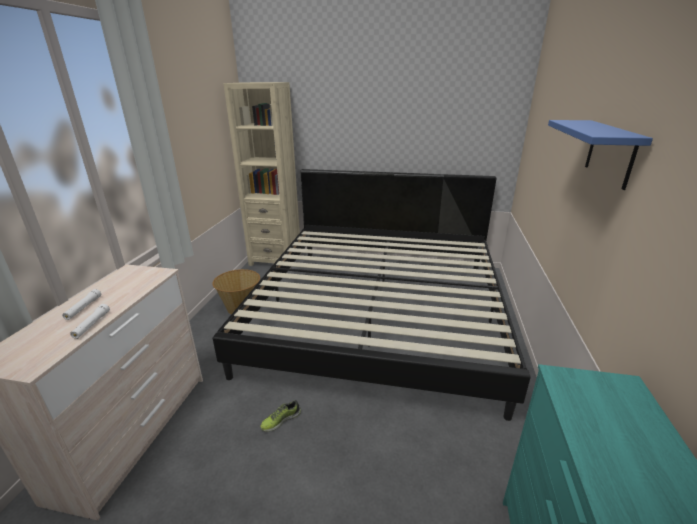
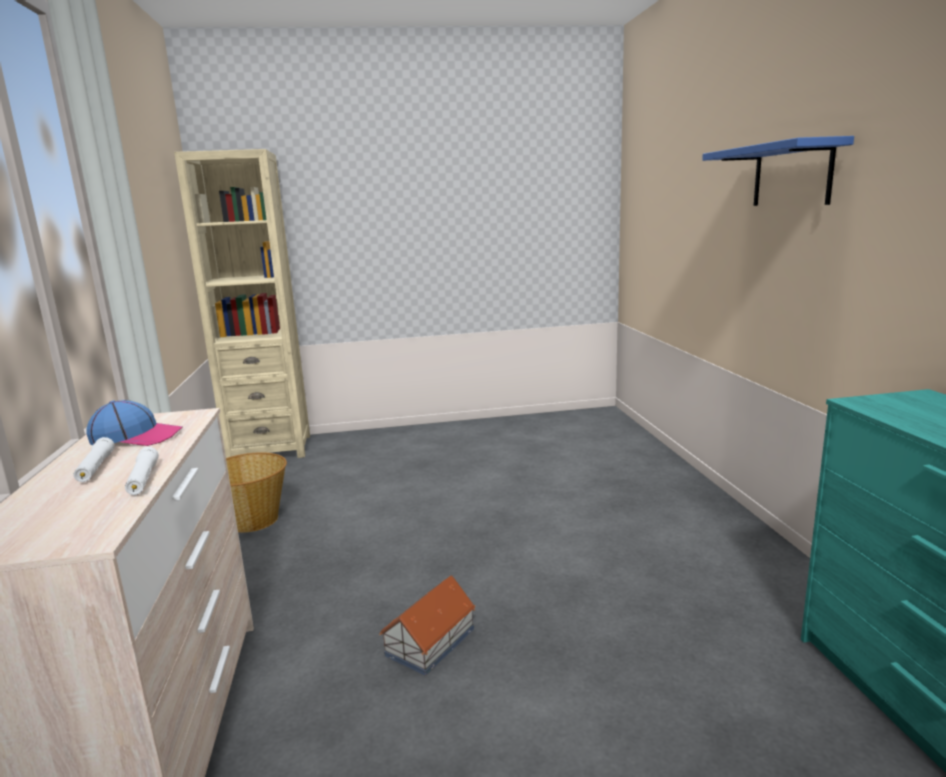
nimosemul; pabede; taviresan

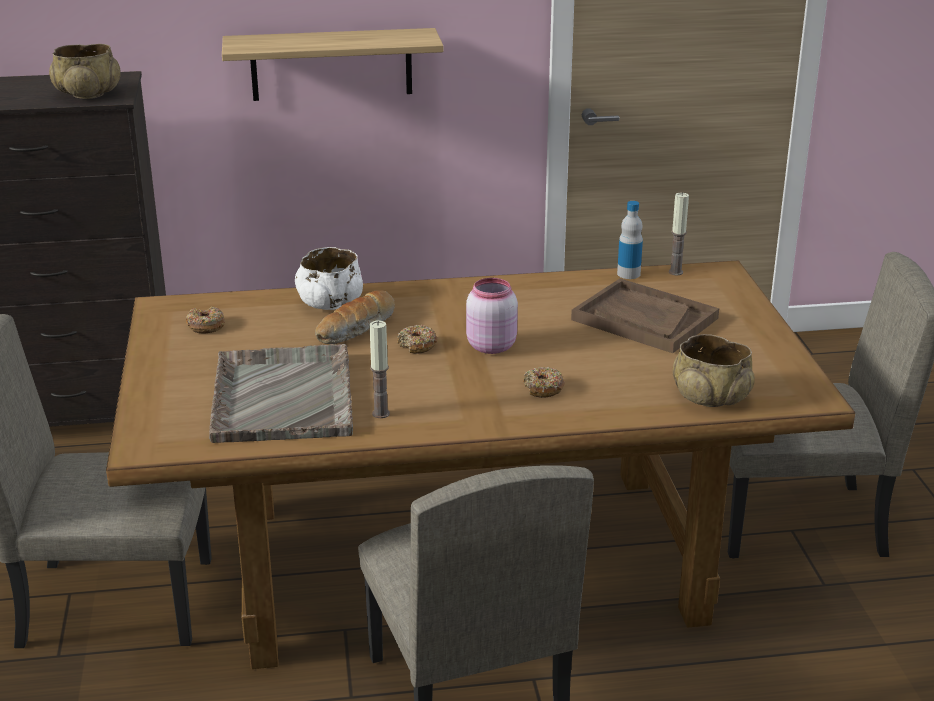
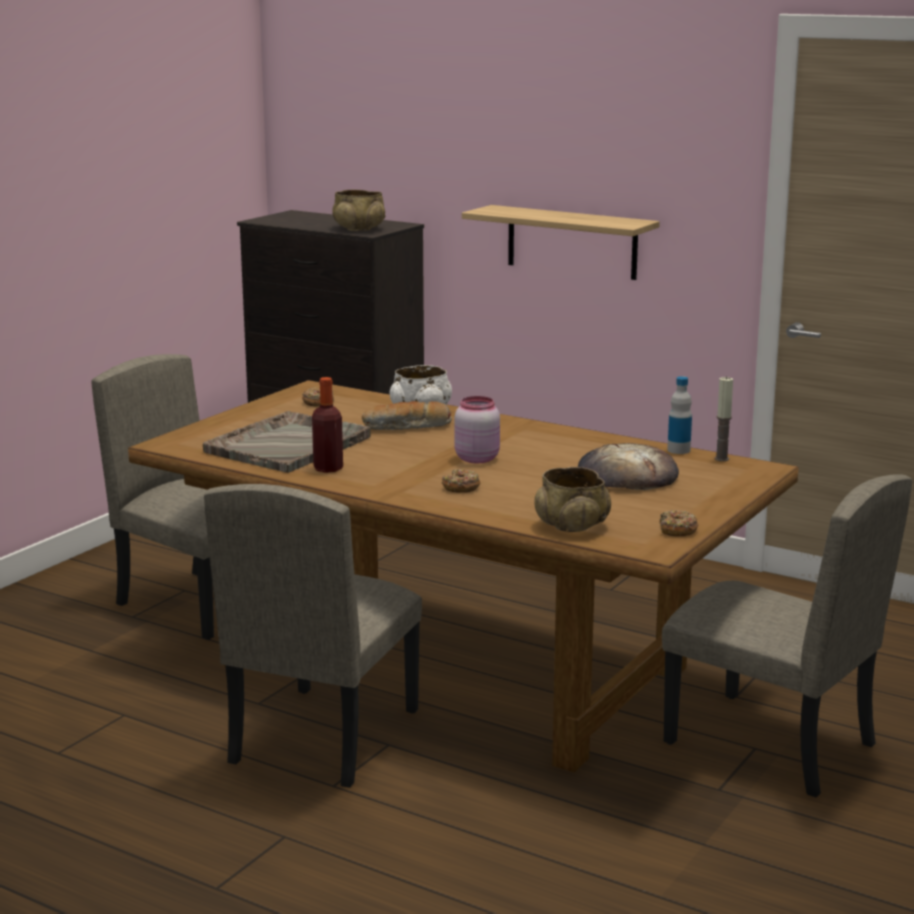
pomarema (no. 2 from left); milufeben (no. 1 from left); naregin (no. 3 from left)

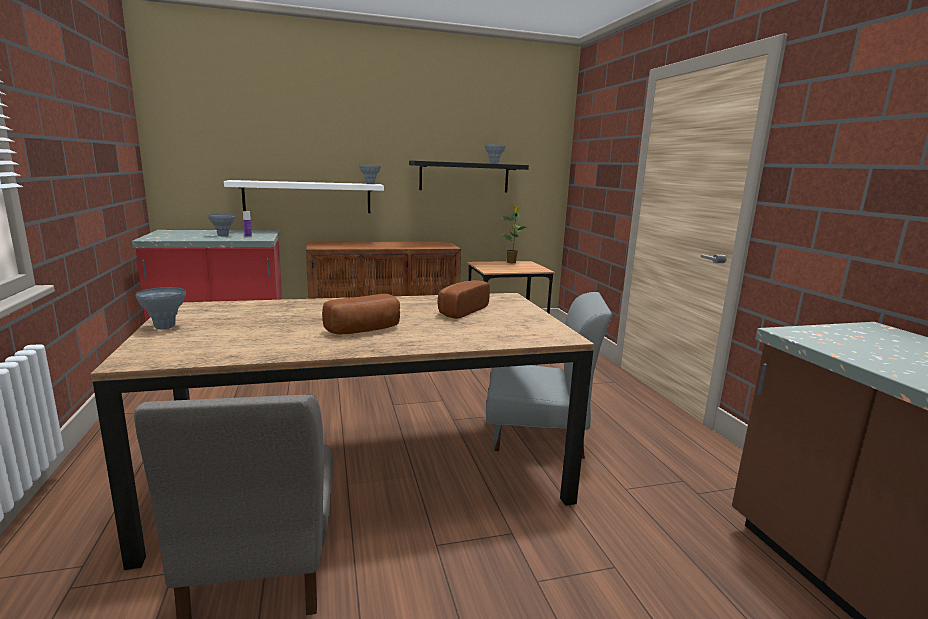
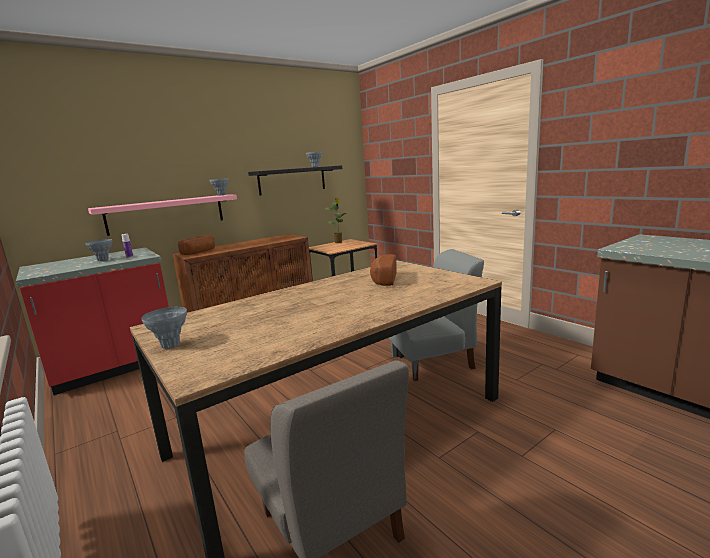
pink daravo; pomarema (no. 1 from left)

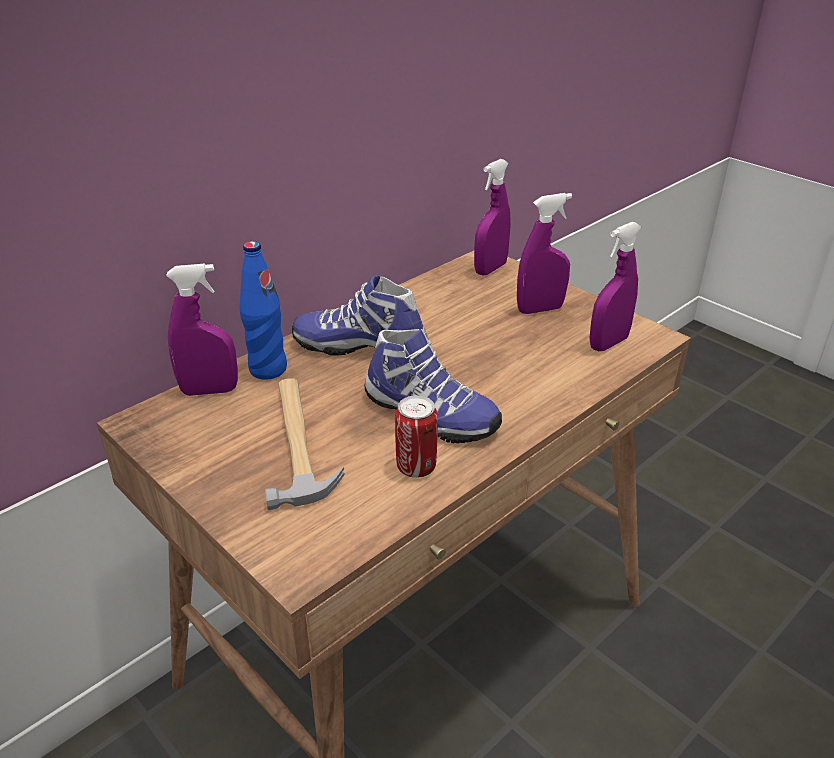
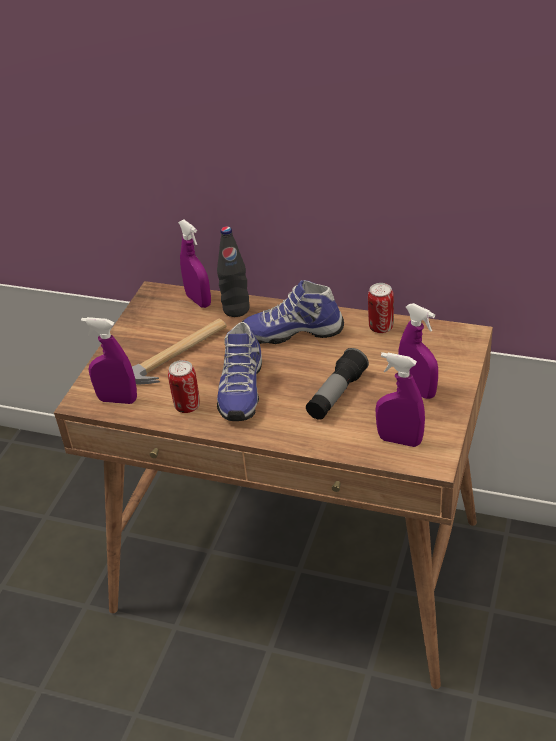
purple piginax (no. 1 from left); black milufeben; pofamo (no. 2 from left); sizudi (no. 2 from left); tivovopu

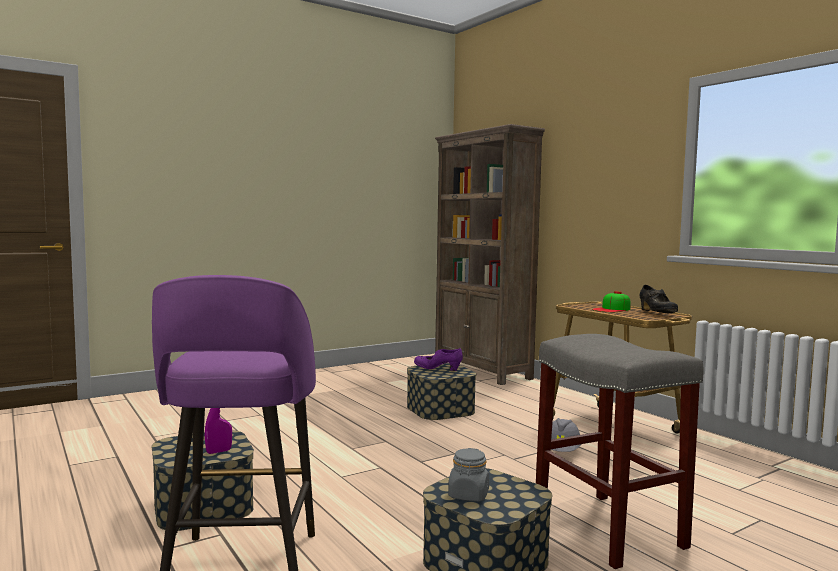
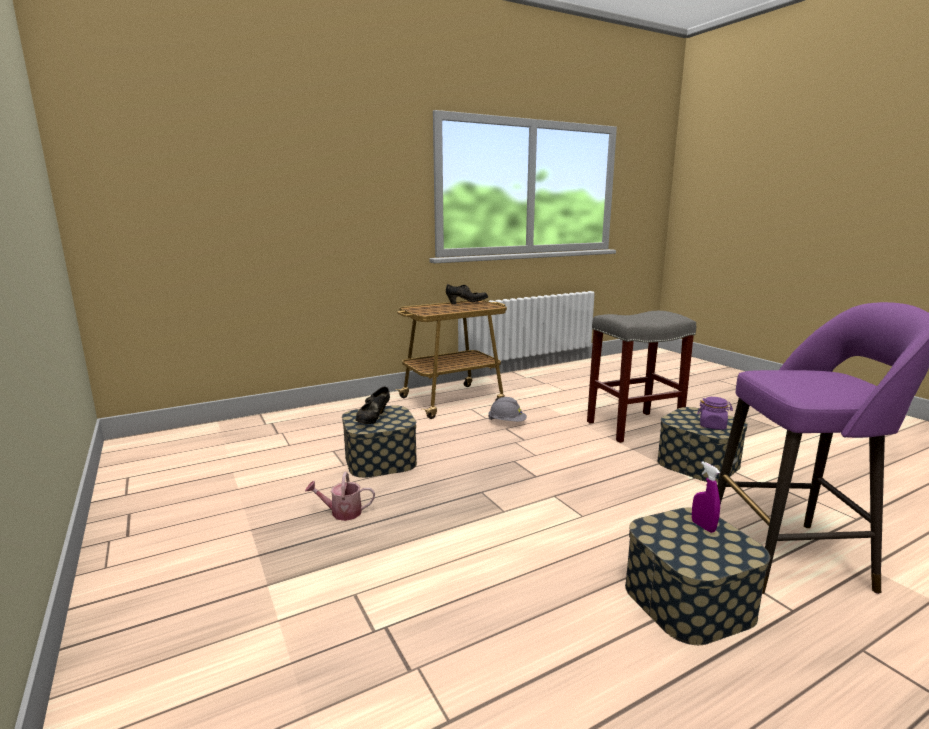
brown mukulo; taviresan; black pofamo (no. 1 from left); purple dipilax; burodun

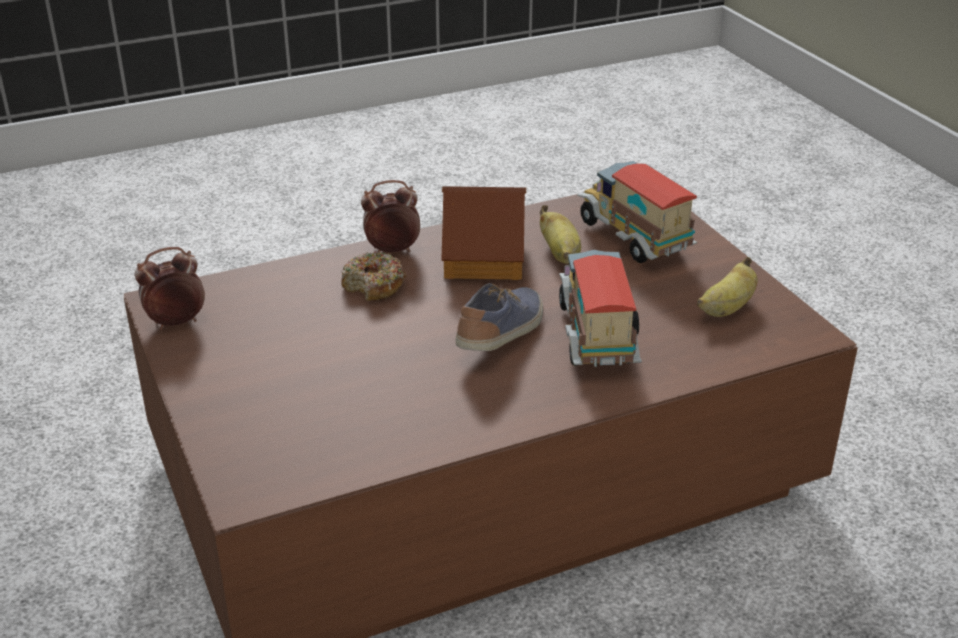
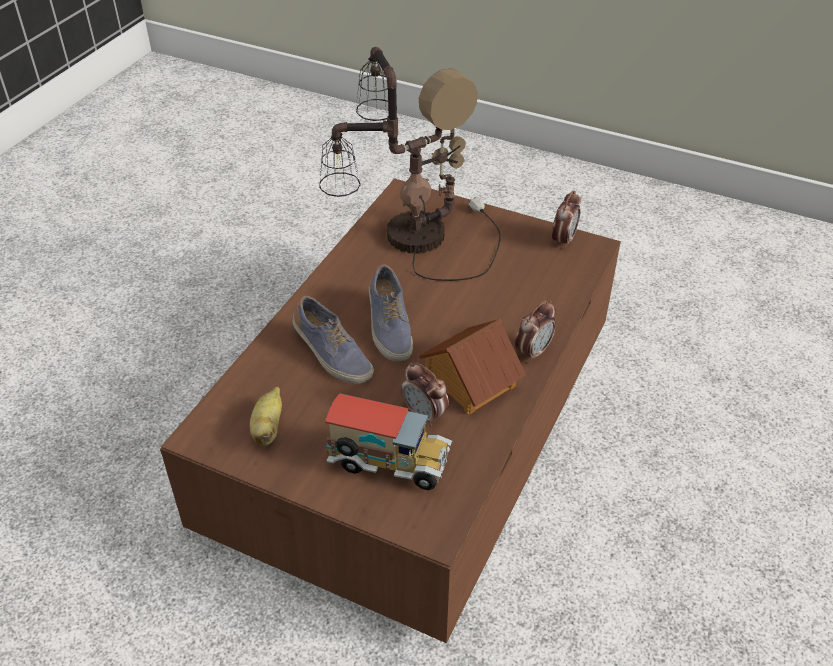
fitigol (no. 1 from left); pofamo (no. 1 from left); naregin; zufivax

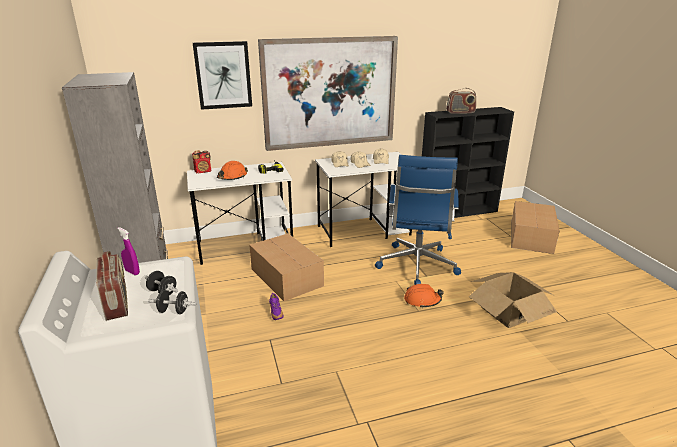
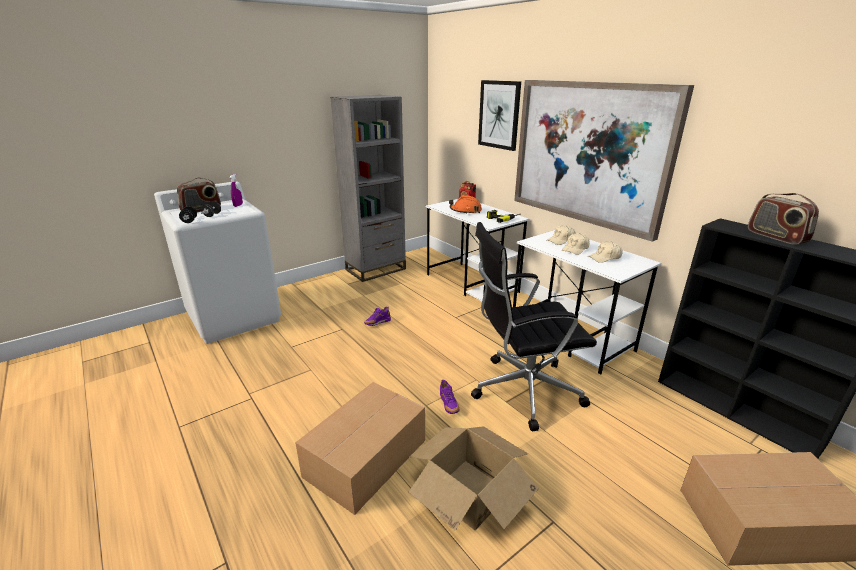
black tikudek; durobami (no. 1 from left); purple pofamo (no. 2 from left)

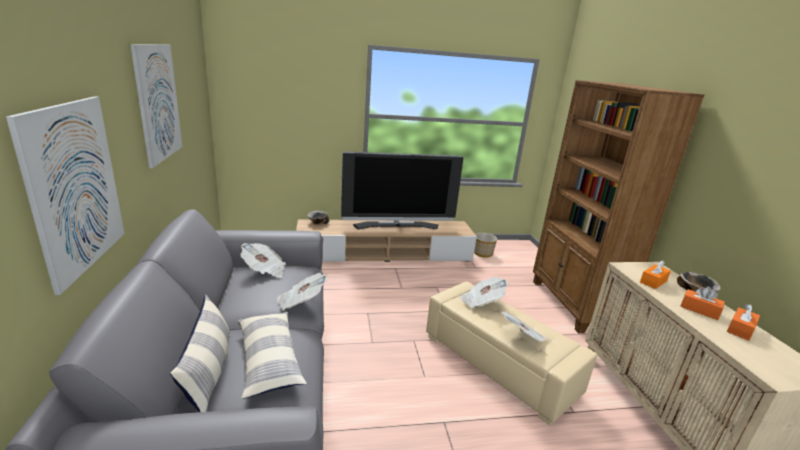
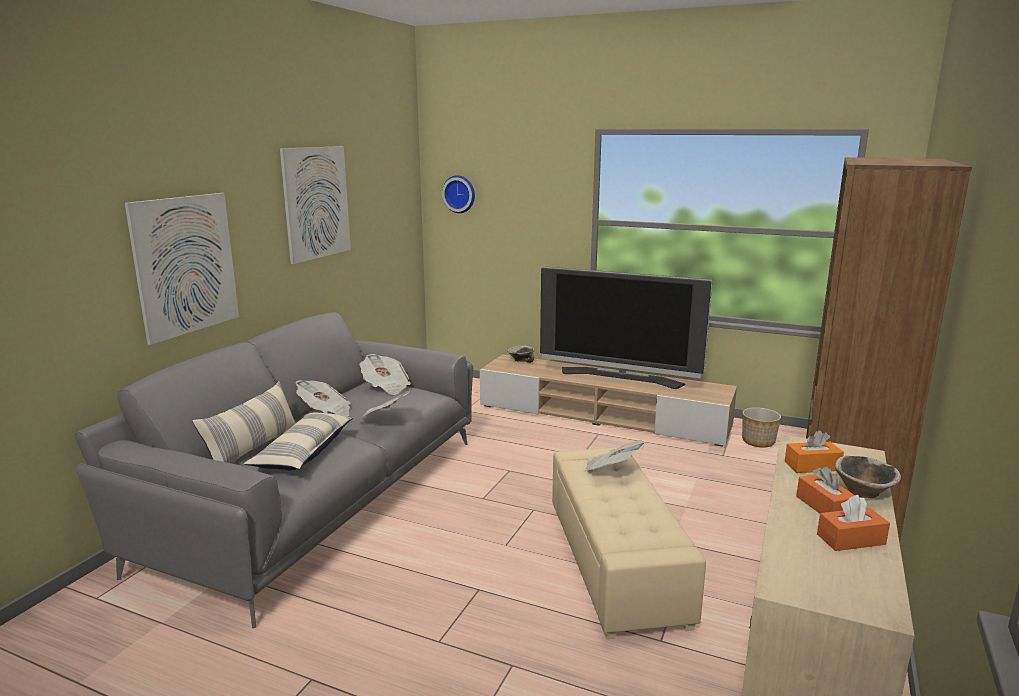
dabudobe (no. 1 from left); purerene

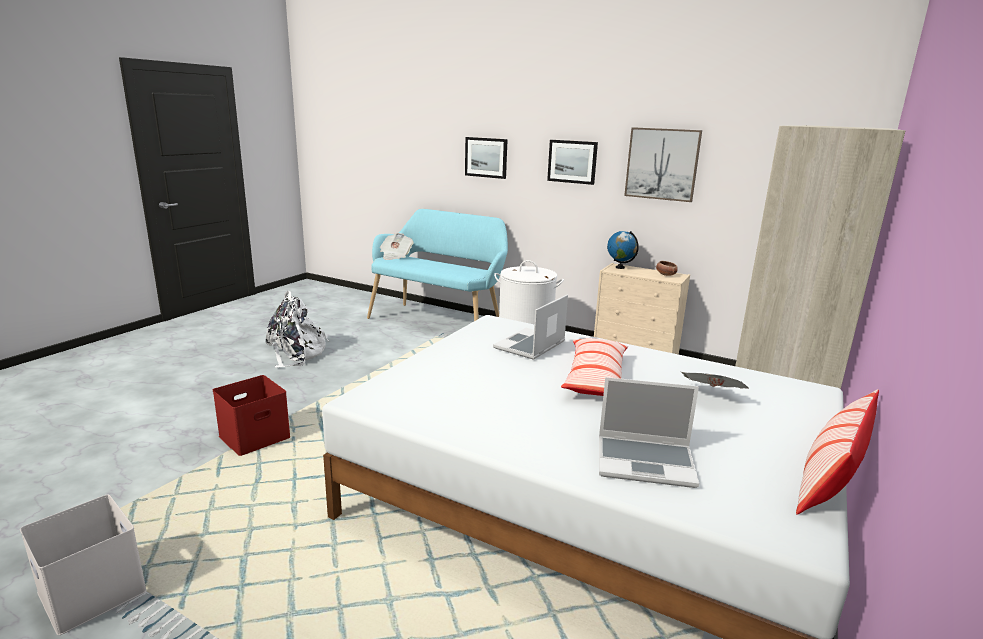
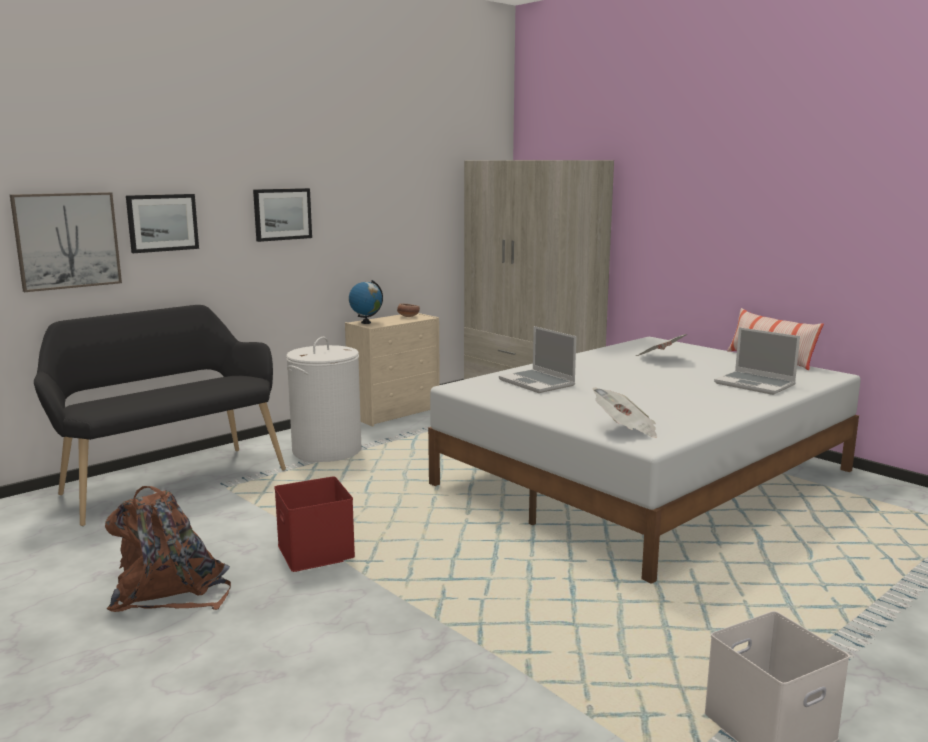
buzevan (no. 1 from left); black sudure; dabudobe (no. 1 from left); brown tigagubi; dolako (no. 1 from left in the first image); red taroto; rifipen (no. 2 from left)

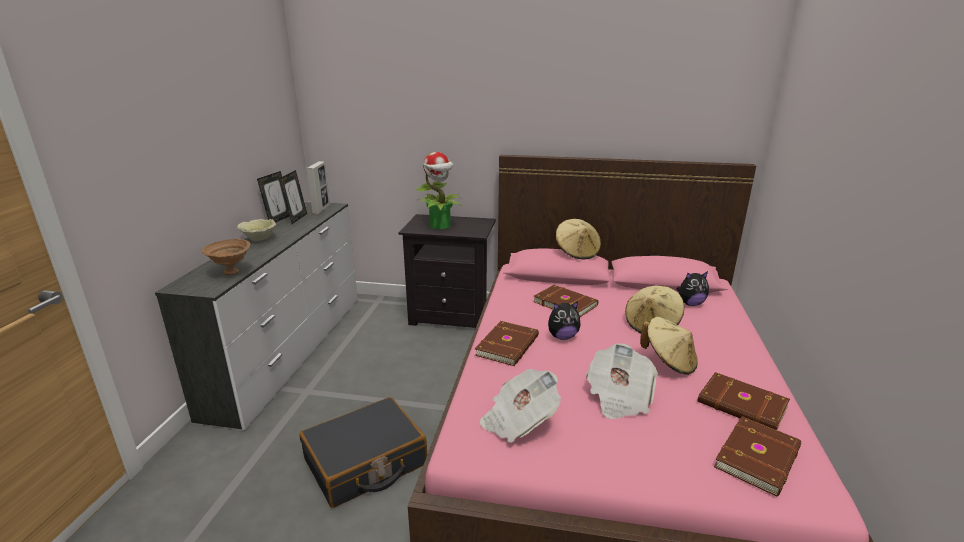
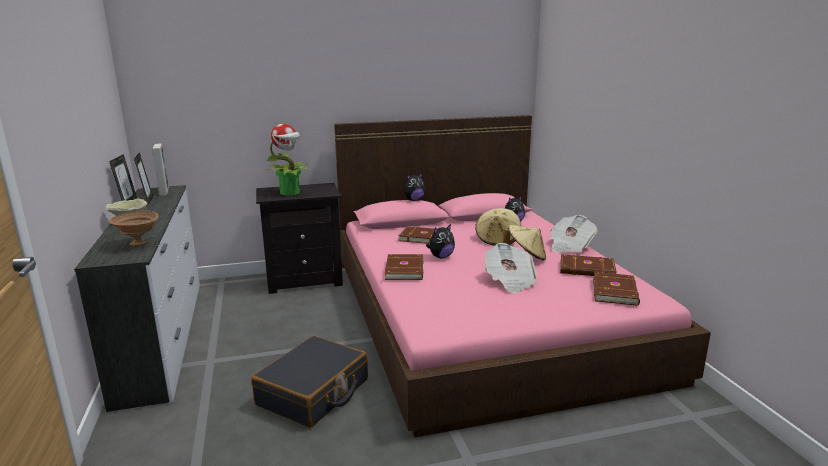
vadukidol (no. 1 from left); dabudobe (no. 2 from left)

